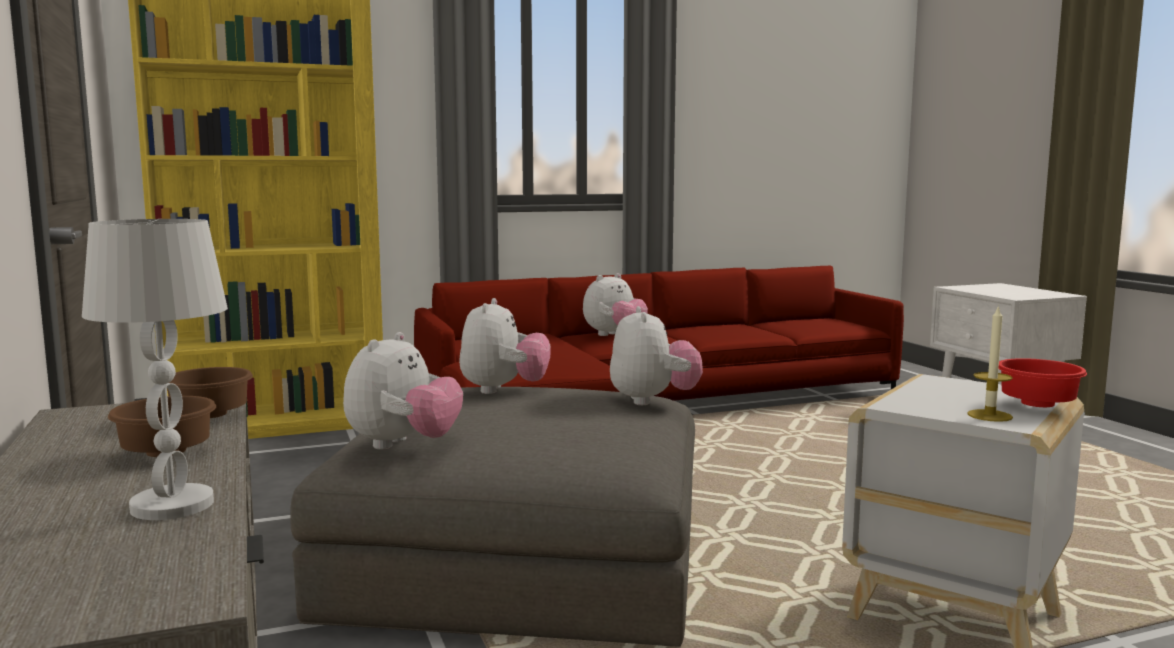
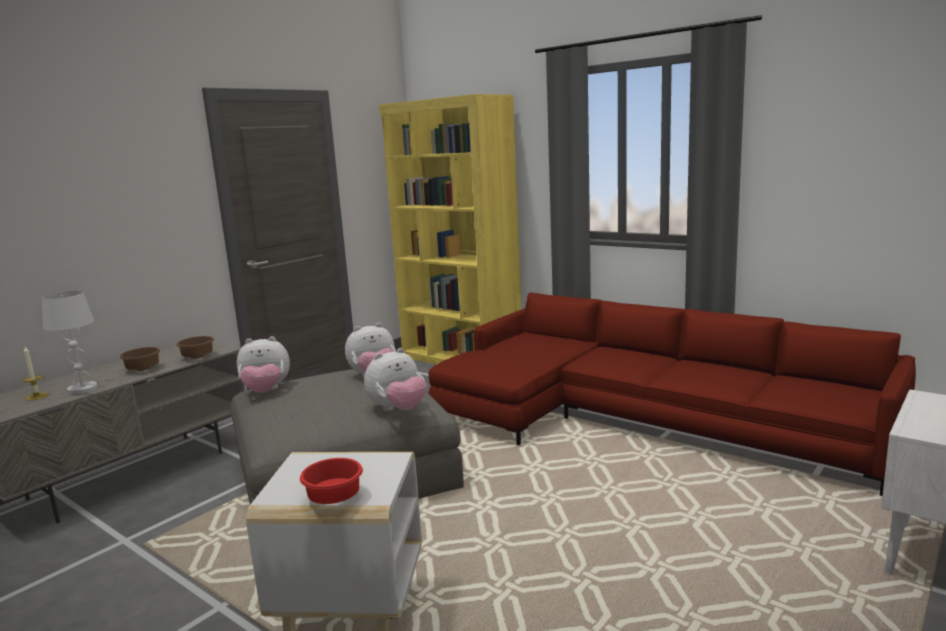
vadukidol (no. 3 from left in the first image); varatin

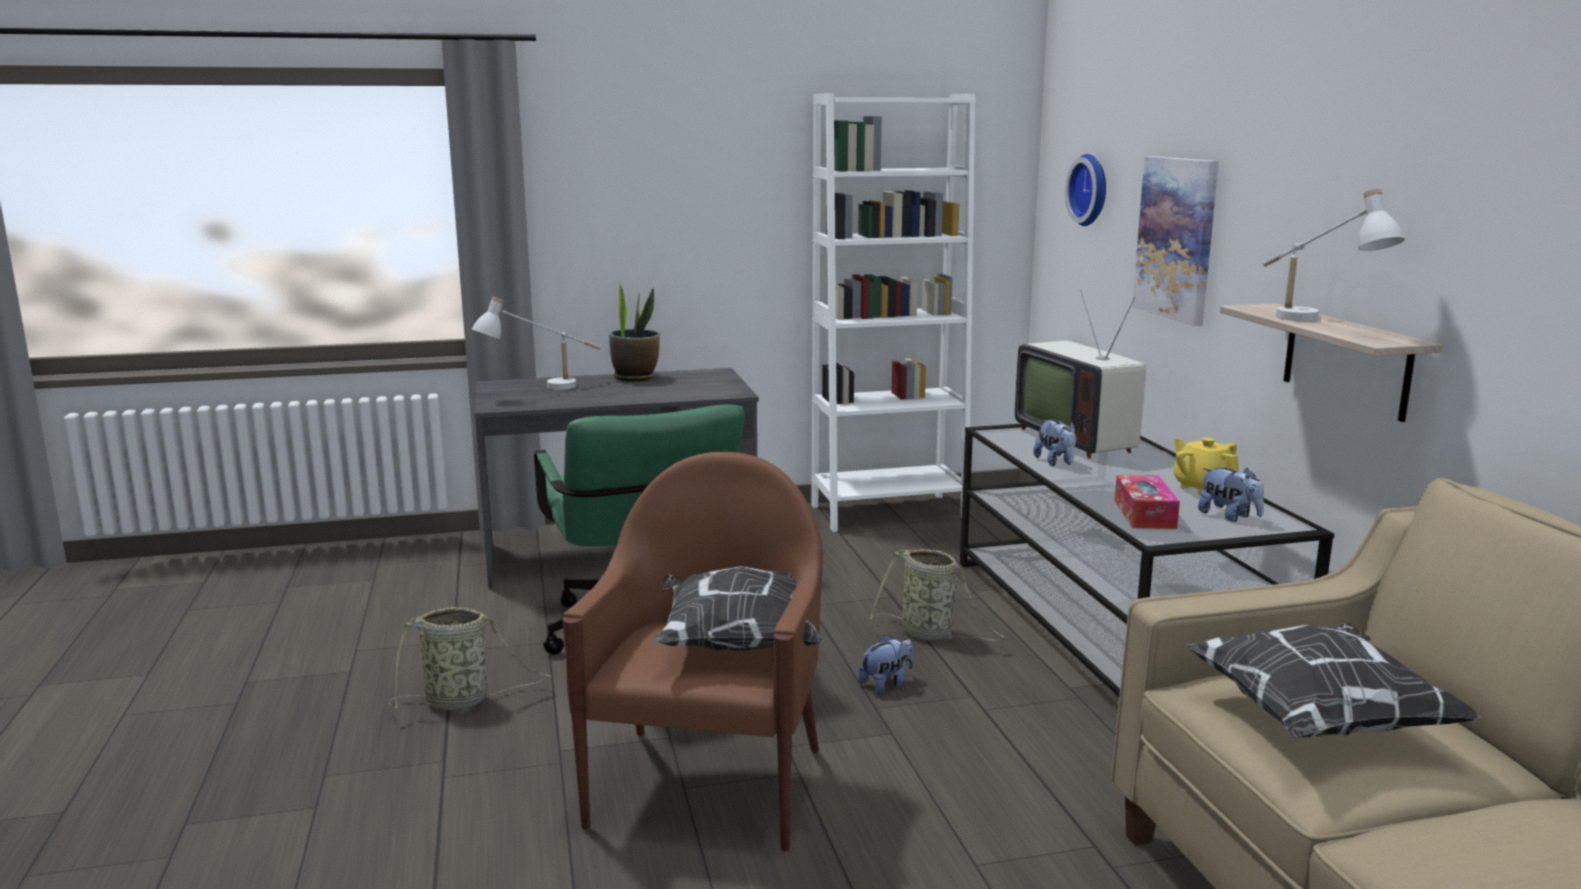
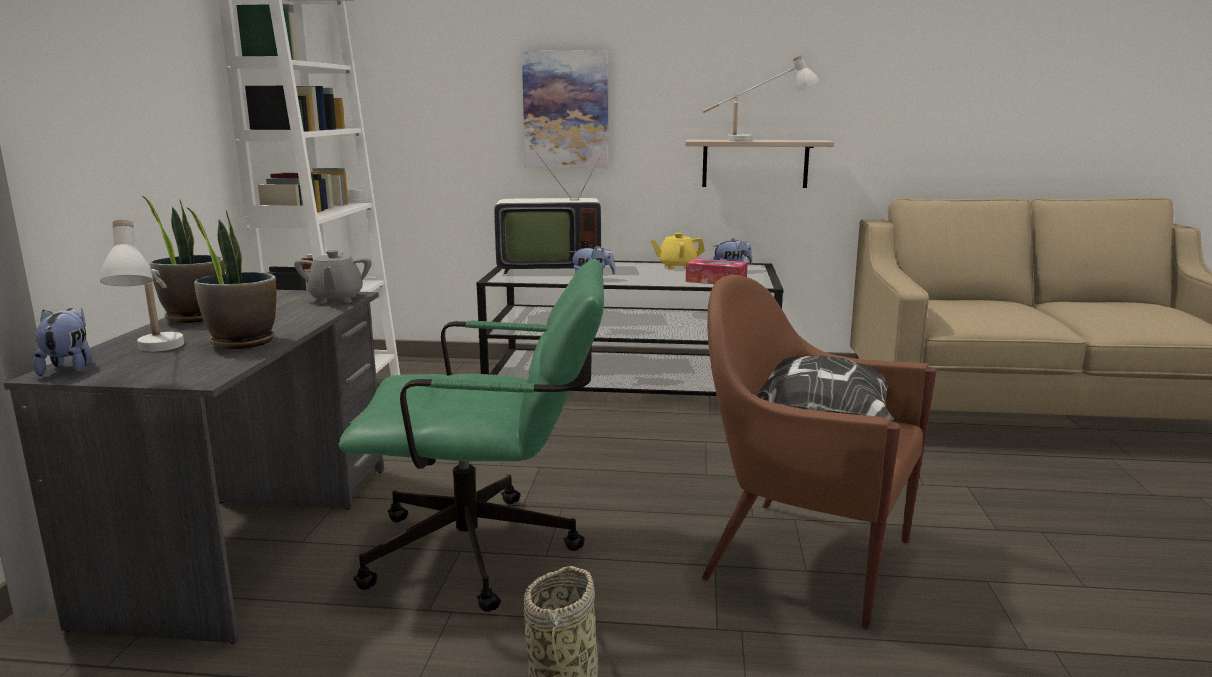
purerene; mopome (no. 2 from left in the first image); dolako (no. 2 from left in the first image); vadukidol (no. 1 from left); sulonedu (no. 2 from left); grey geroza

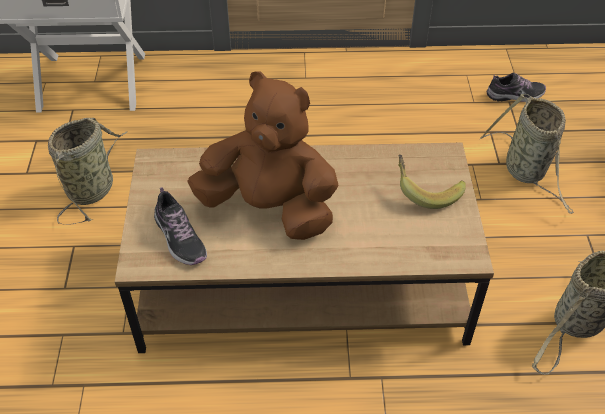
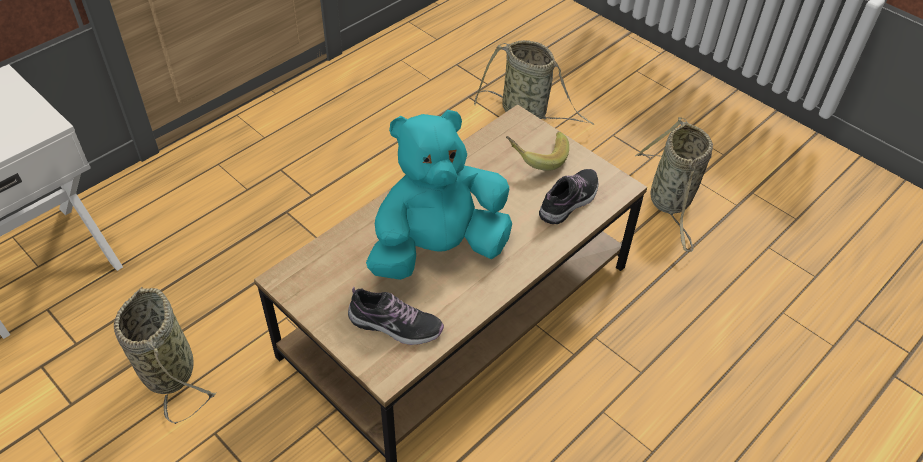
turquoise vadukidol; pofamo (no. 2 from left)

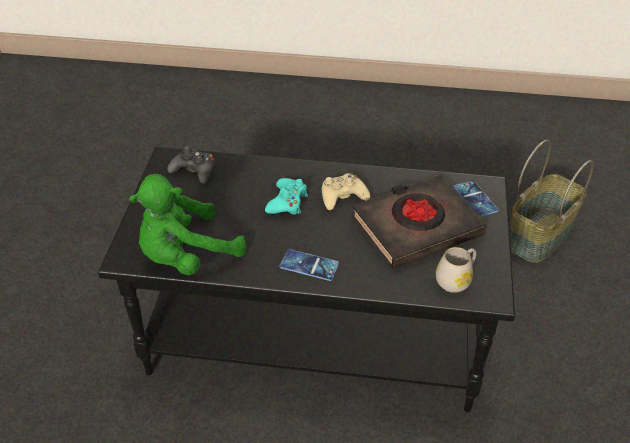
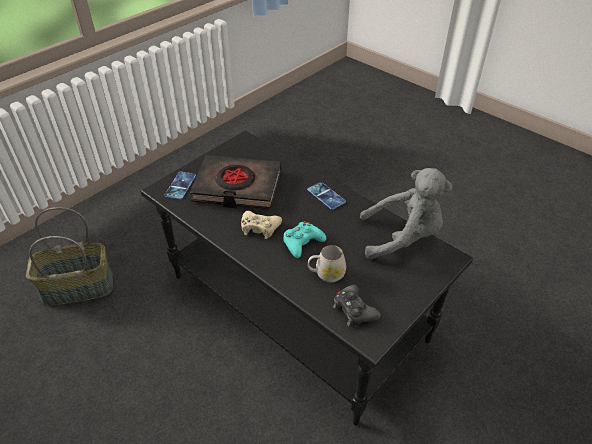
grey vadukidol; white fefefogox

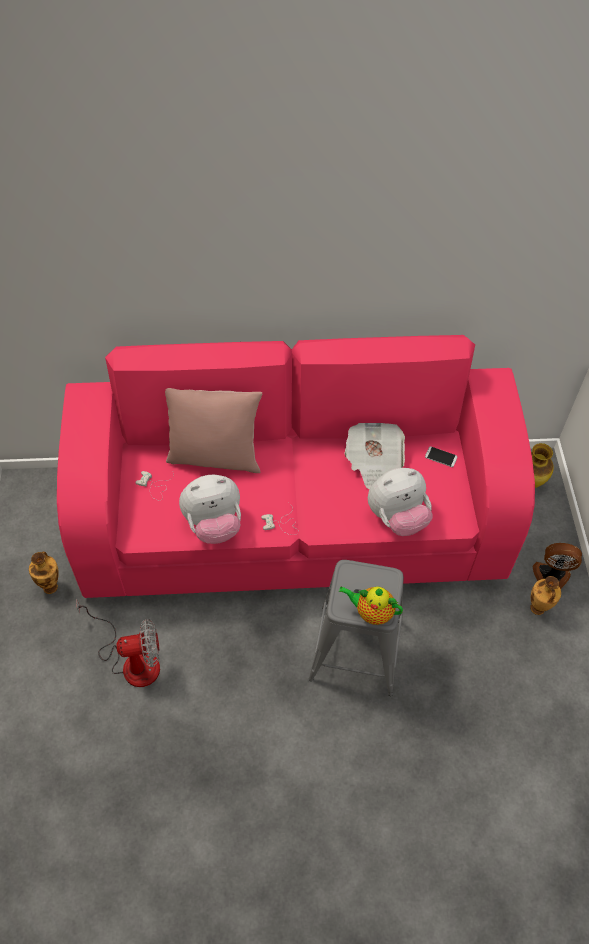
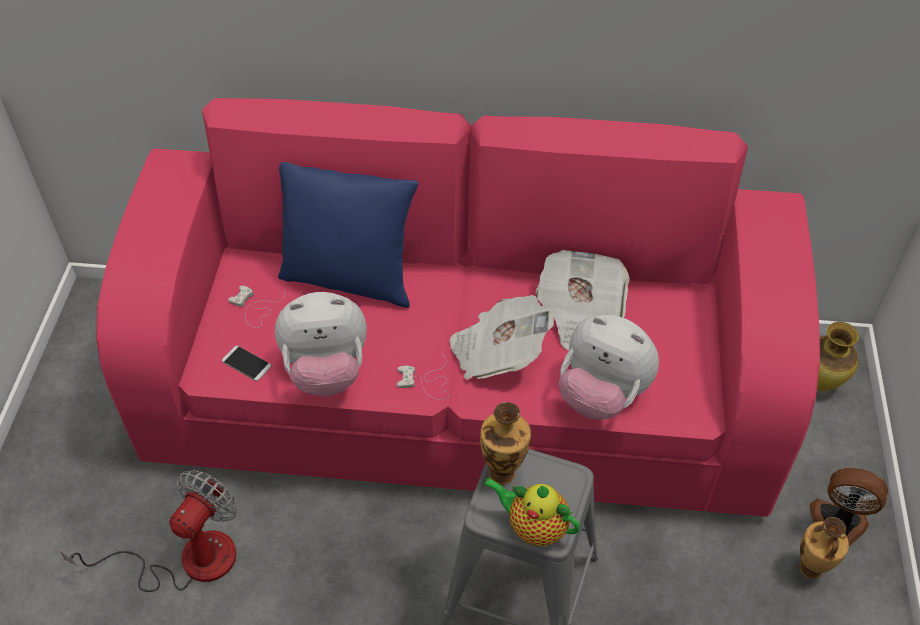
blue dolako; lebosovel; vadukidol (no. 2 from left); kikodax (no. 1 from left); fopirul (no. 1 from left); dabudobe (no. 1 from left)

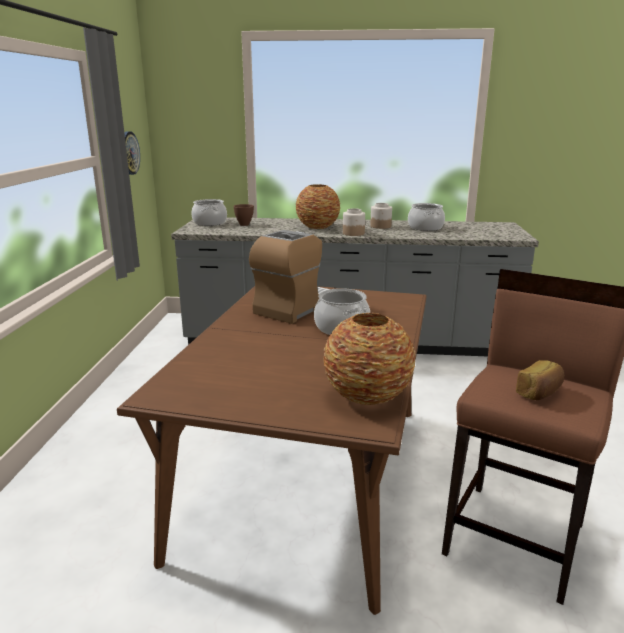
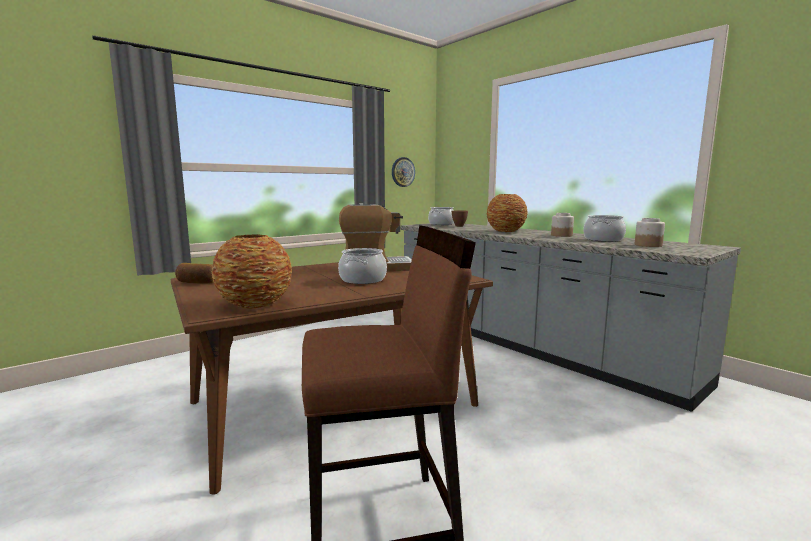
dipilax (no. 2 from left); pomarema

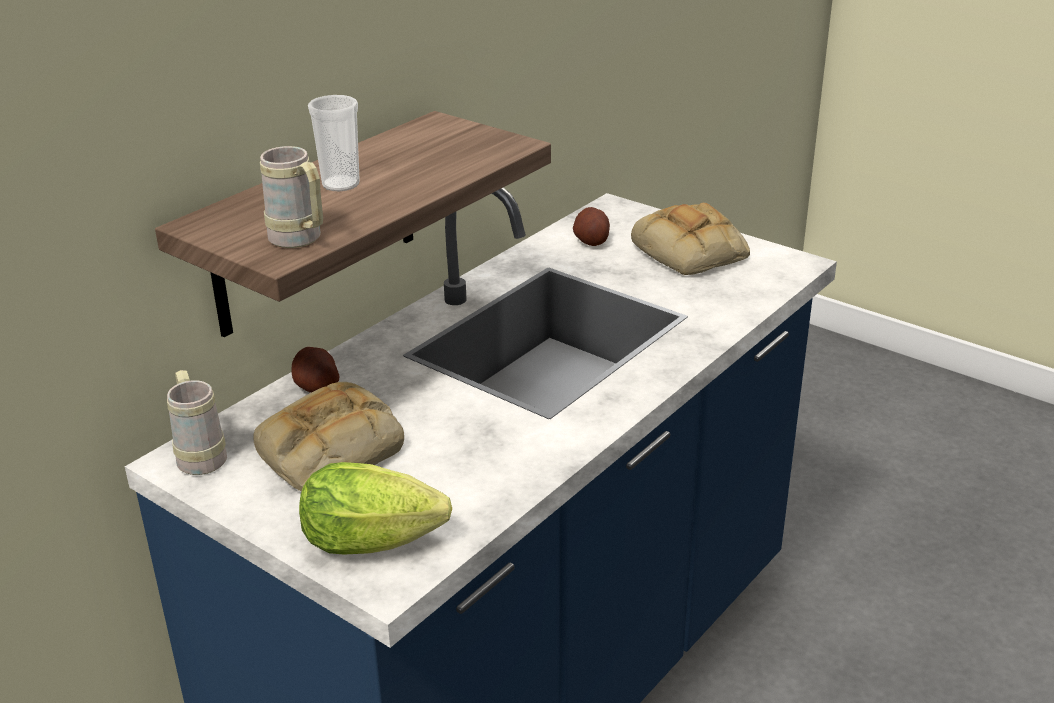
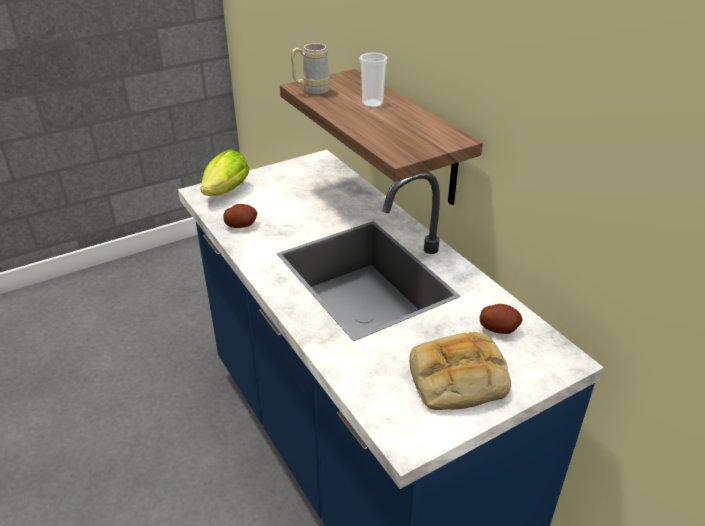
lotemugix (no. 1 from left); beige fefefogox (no. 1 from left in the first image); pomarema (no. 1 from left in the first image)

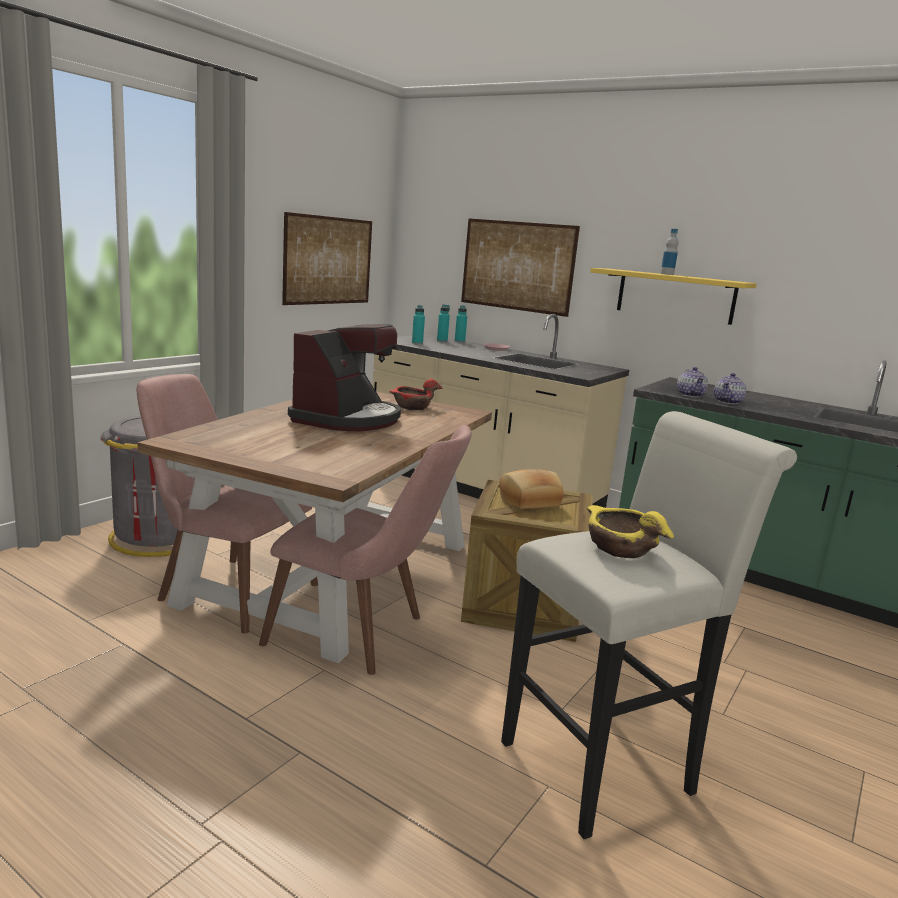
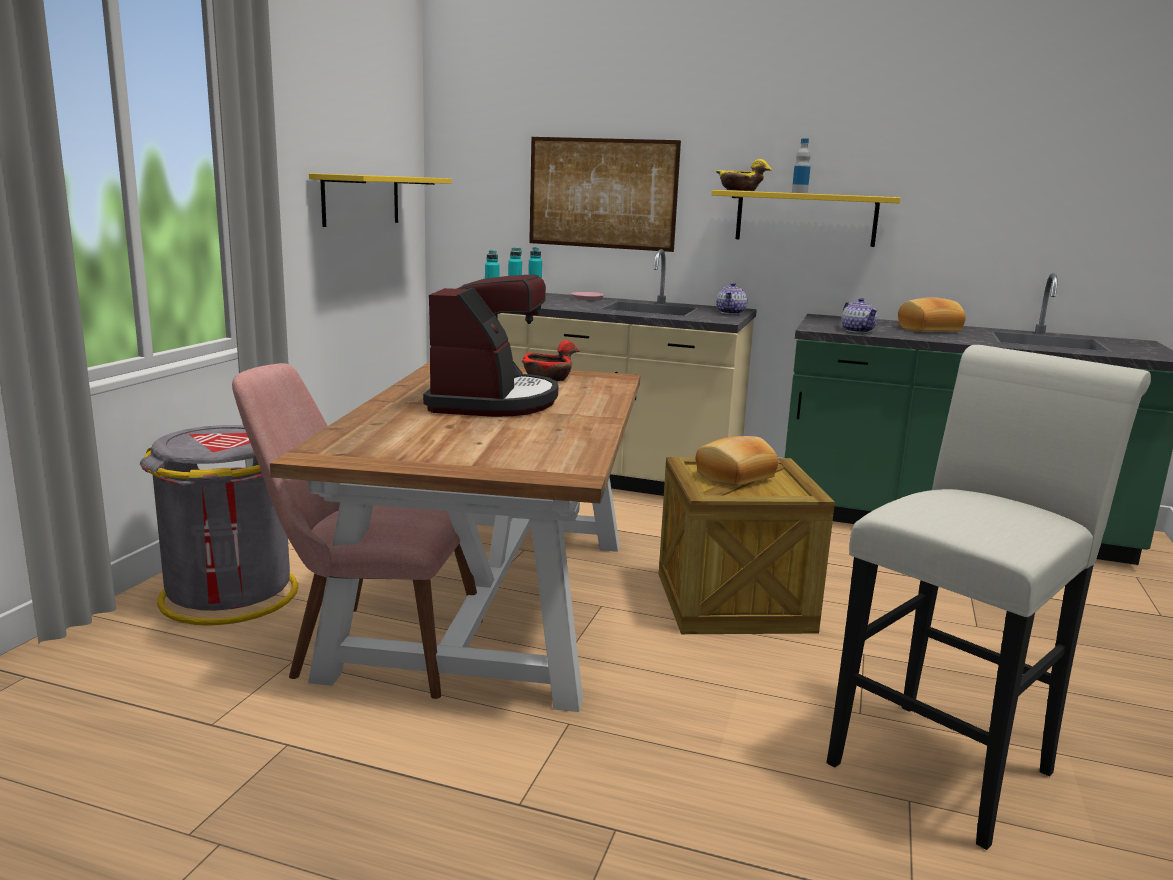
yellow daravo (no. 1 from left); geroza (no. 1 from left); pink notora (no. 2 from left in the first image); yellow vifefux; pomarema (no. 2 from left)

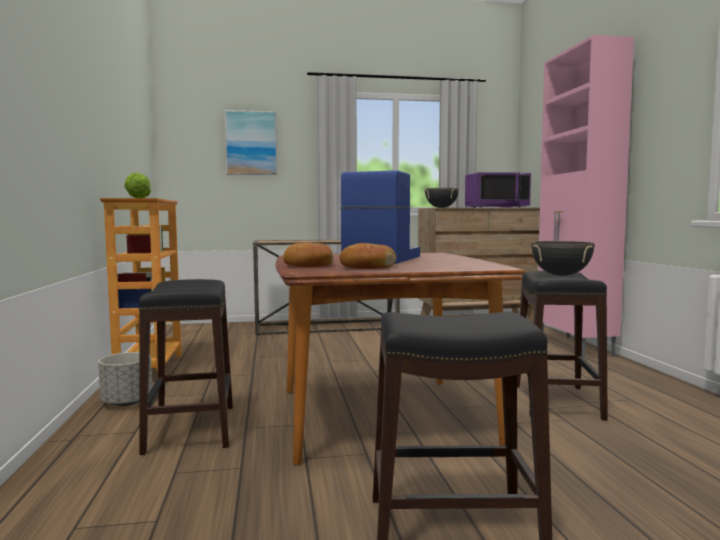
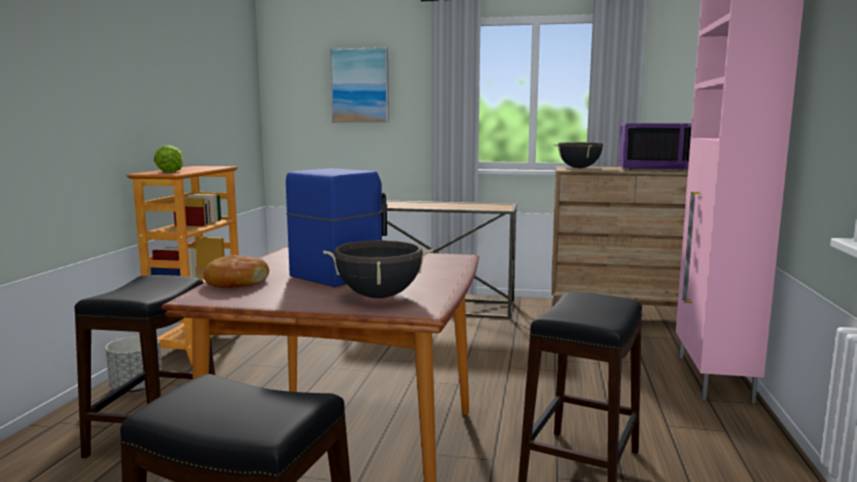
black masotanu (no. 1 from left); pomarema (no. 2 from left in the first image)

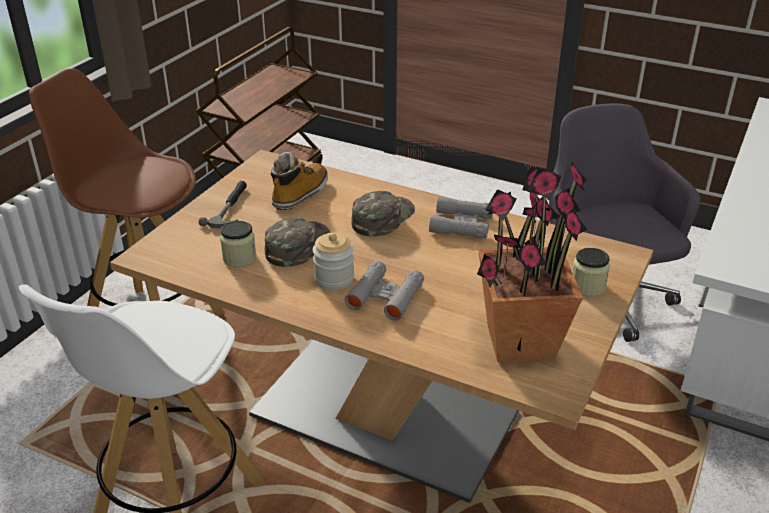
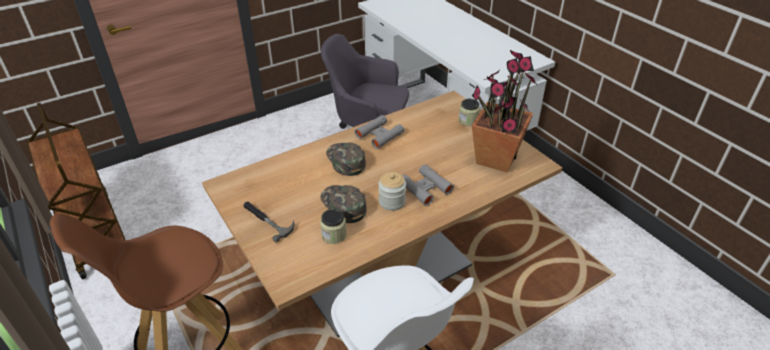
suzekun

